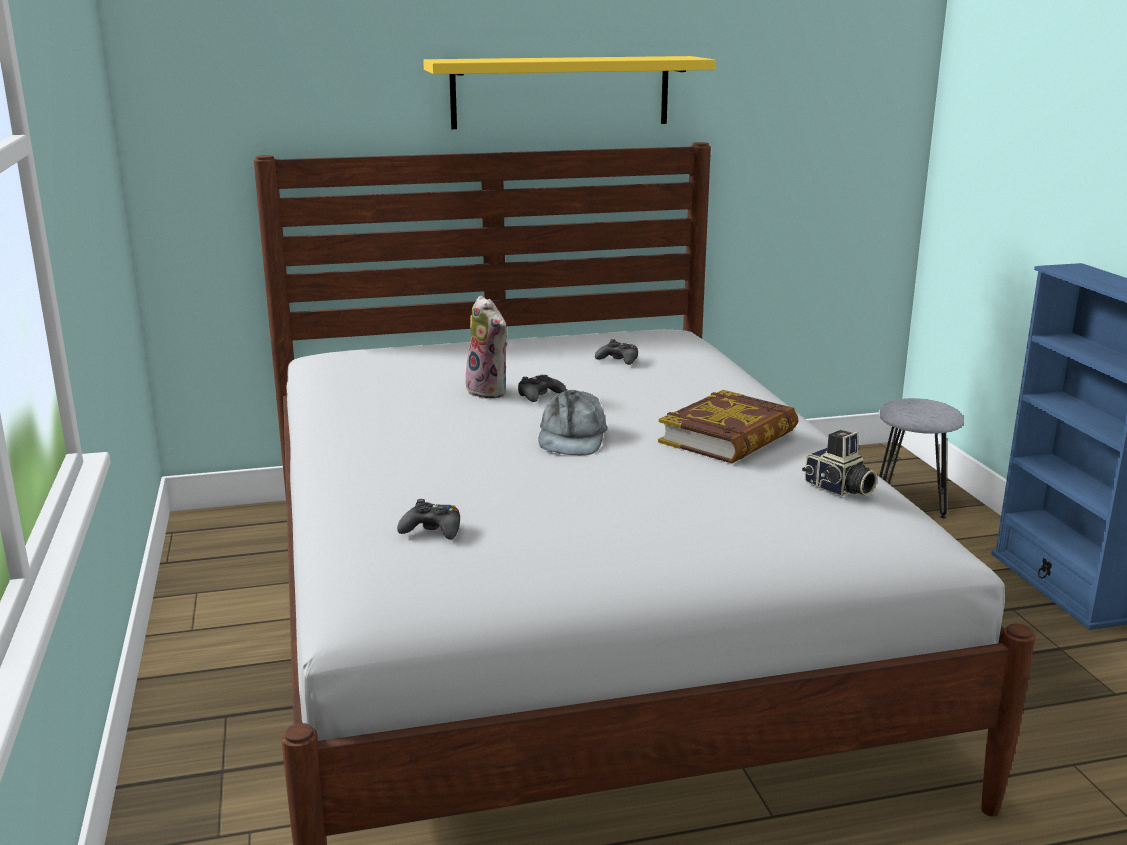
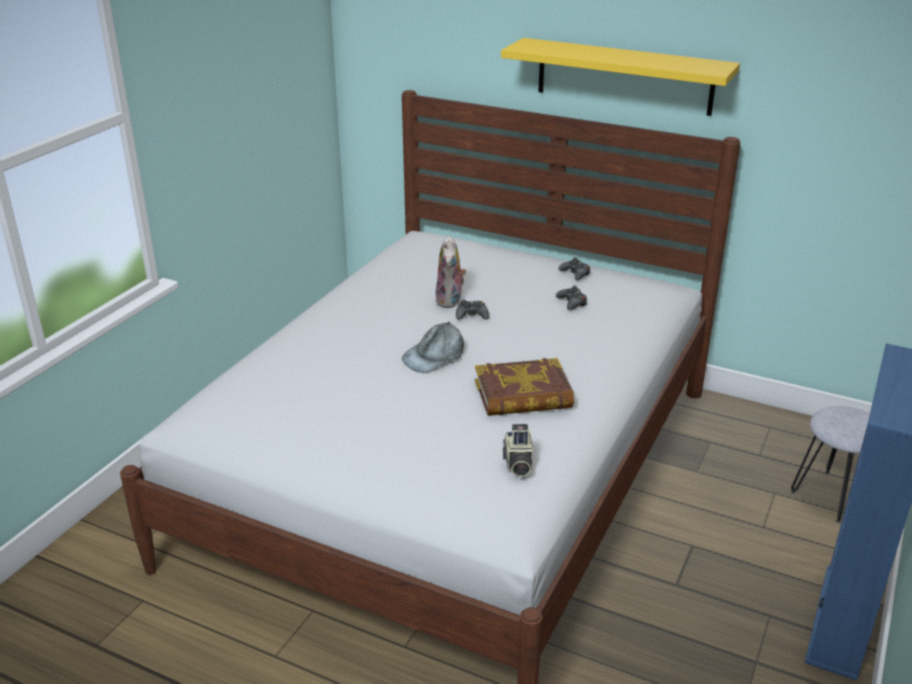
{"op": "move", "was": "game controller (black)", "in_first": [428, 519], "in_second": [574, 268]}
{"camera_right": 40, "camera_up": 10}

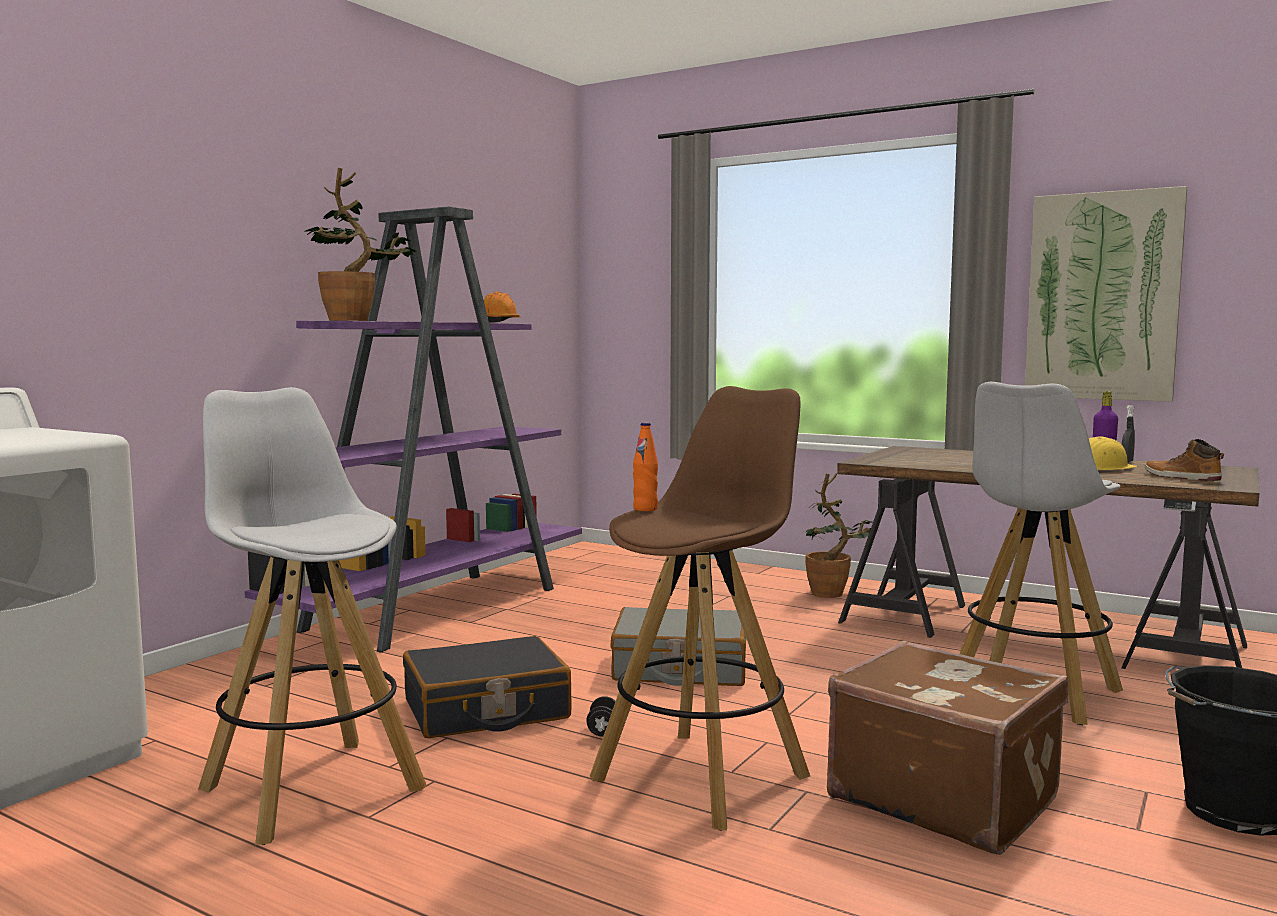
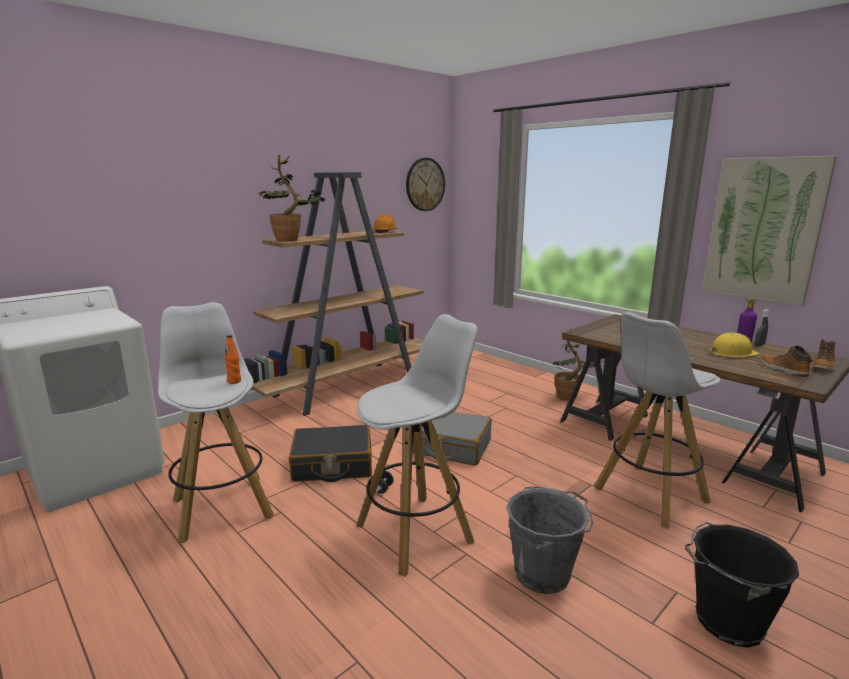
{"op": "recolor", "was": "bookcase (purple)", "now": "bookcase (brown)", "in_first": [413, 429], "in_second": [334, 294]}
{"op": "recolor", "was": "stool (brown)", "now": "stool (white)", "in_first": [700, 608], "in_second": [417, 445]}
{"op": "move", "was": "bottle (orange)", "in_first": [645, 466], "in_second": [232, 359]}
{"op": "replace", "was": "suitcase (brown)", "now": "bucket (grey)", "in_first": [948, 748], "in_second": [549, 540]}
{"op": "insert", "now": "wall clock", "in_second": [425, 184]}
{"op": "insert", "now": "boot", "in_second": [824, 355]}
{"camera_right": 15, "camera_up": 10}

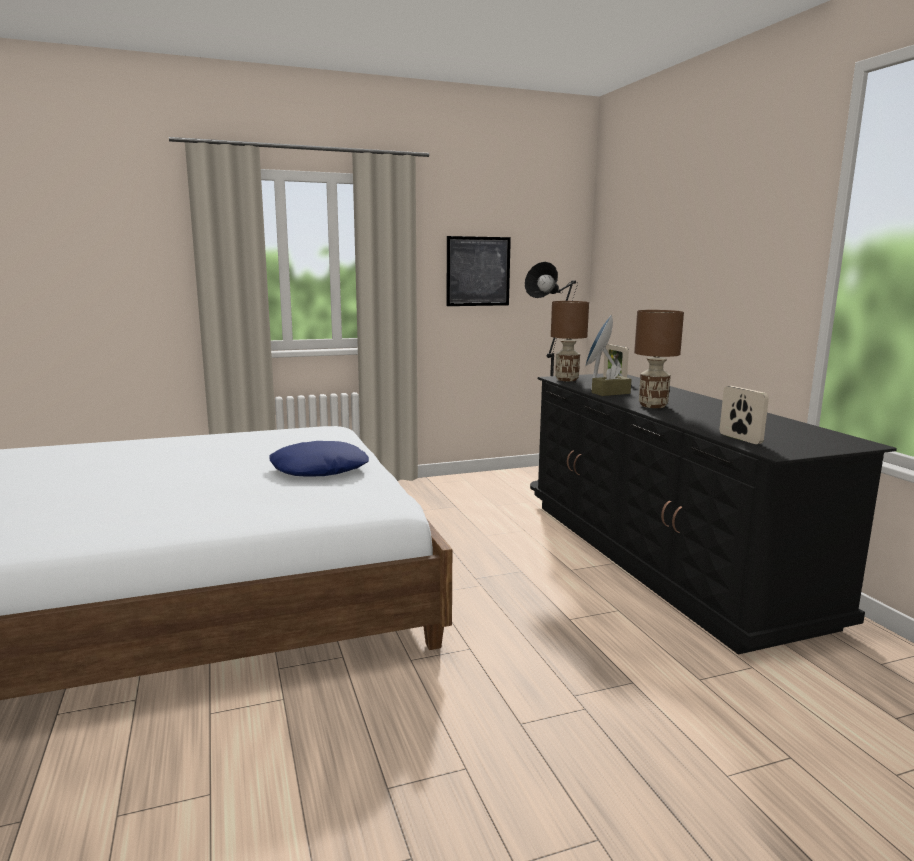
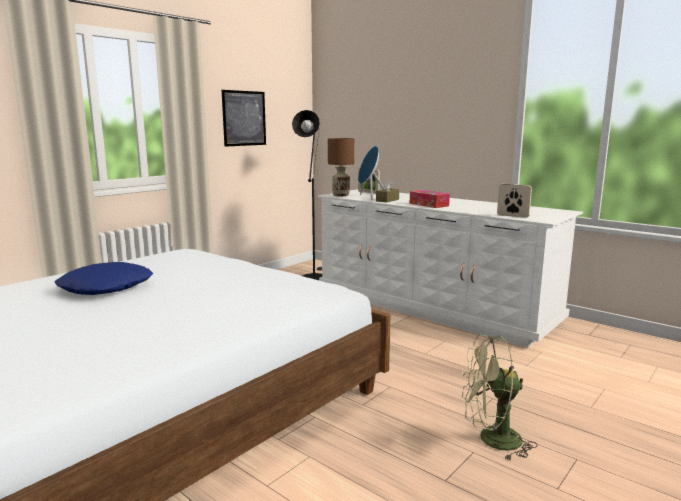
{"op": "replace", "was": "table lamp (brown)", "now": "tissue box", "in_first": [659, 359], "in_second": [430, 199]}
{"op": "recolor", "was": "dresser (black)", "now": "dresser (white)", "in_first": [715, 514], "in_second": [450, 268]}
{"op": "move", "was": "pillow (blue)", "in_first": [319, 459], "in_second": [103, 278]}
{"op": "insert", "now": "fan (green)", "in_second": [499, 398]}
{"camera_right": -30, "camera_up": 0}

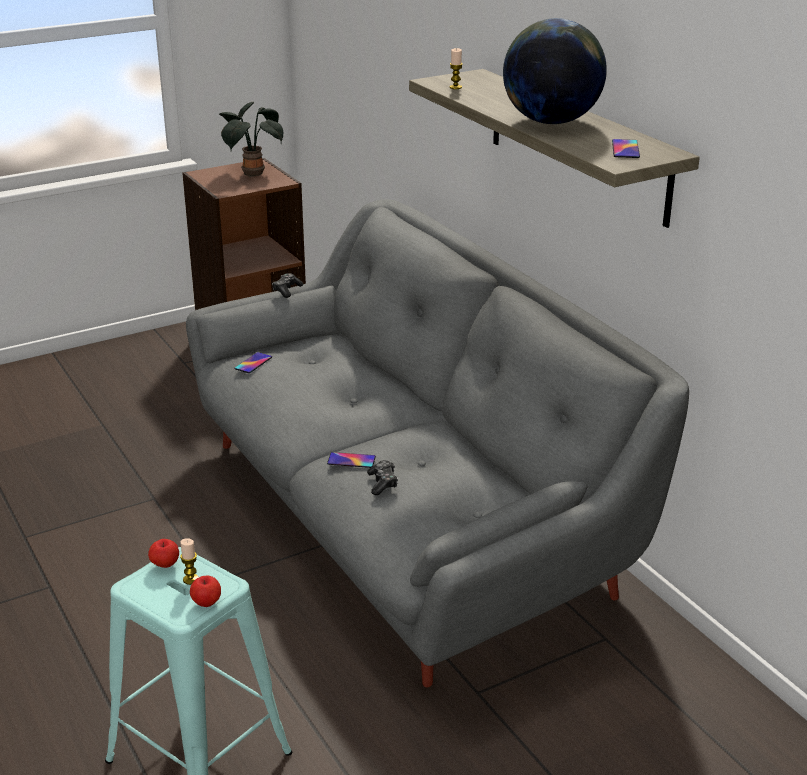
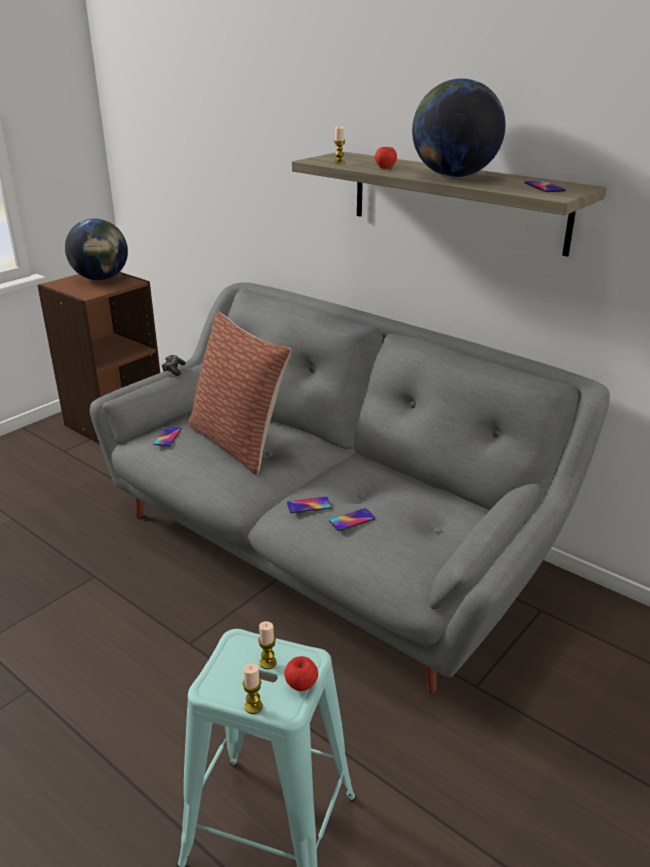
{"op": "replace", "was": "potted plant", "now": "globe", "in_first": [251, 139], "in_second": [96, 249]}
{"op": "replace", "was": "game controller", "now": "phone", "in_first": [382, 477], "in_second": [352, 519]}
{"op": "move", "was": "apple", "in_first": [163, 553], "in_second": [386, 157]}
{"op": "insert", "now": "pillow", "in_second": [239, 393]}
{"op": "insert", "now": "candle", "in_second": [253, 689]}
{"camera_right": -20, "camera_up": 0}

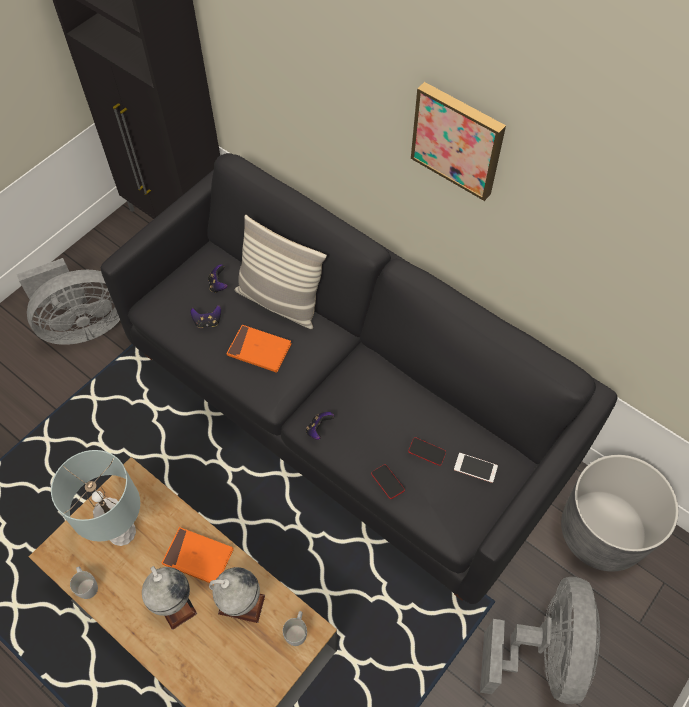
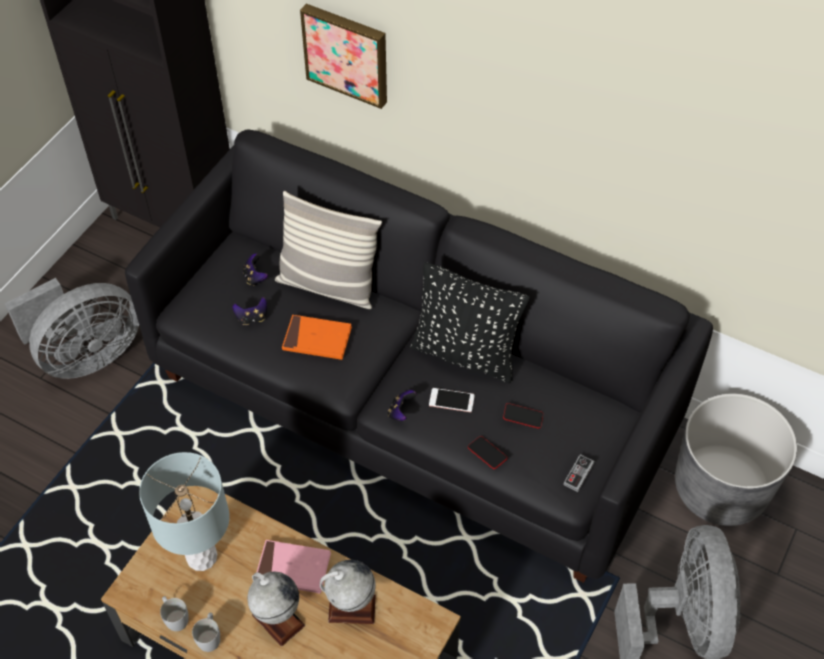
{"op": "move", "was": "picture", "in_first": [458, 141], "in_second": [343, 56]}
{"op": "move", "was": "phone", "in_first": [476, 468], "in_second": [452, 400]}
{"op": "recolor", "was": "book (orange)", "now": "book (pink)", "in_first": [198, 556], "in_second": [294, 567]}
{"op": "move", "was": "mug (white)", "in_first": [295, 628], "in_second": [206, 632]}
{"op": "insert", "now": "pillow (black)", "in_second": [470, 322]}
{"op": "insert", "now": "game controller", "in_second": [578, 473]}
{"camera_right": -10, "camera_up": -5}

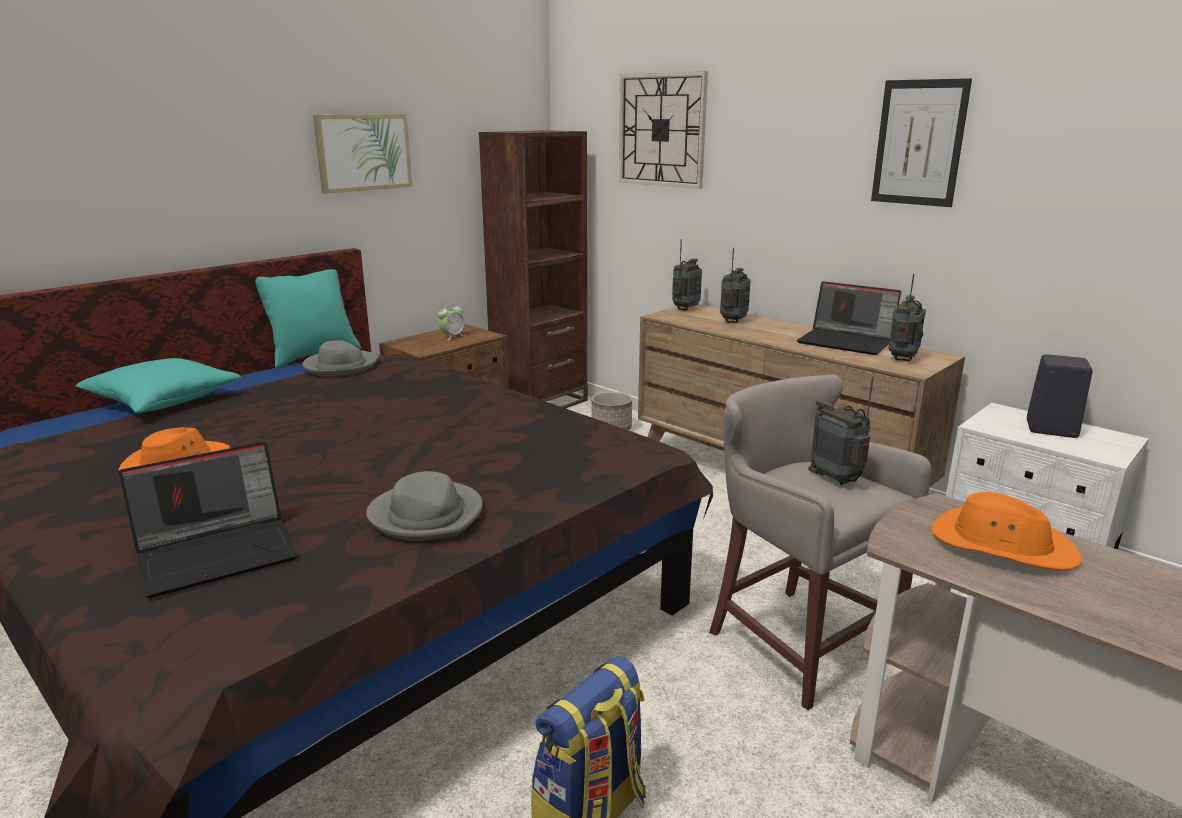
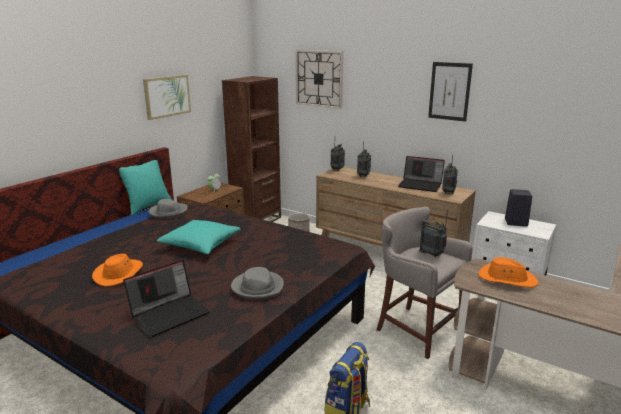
{"op": "move", "was": "pillow (turquoise)", "in_first": [158, 386], "in_second": [198, 237]}
{"camera_right": -10, "camera_up": 0}

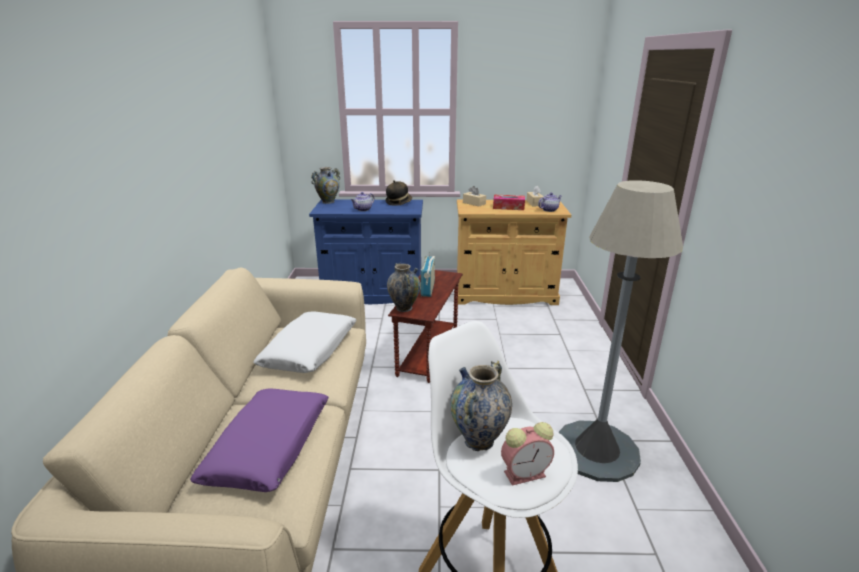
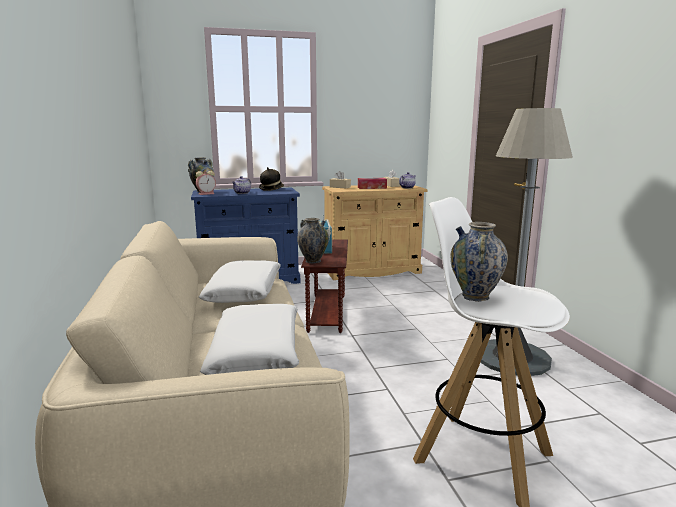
{"op": "recolor", "was": "pillow (purple)", "now": "pillow (white)", "in_first": [259, 440], "in_second": [249, 339]}
{"op": "move", "was": "alarm clock", "in_first": [527, 454], "in_second": [206, 183]}
{"camera_right": -15, "camera_up": -10}

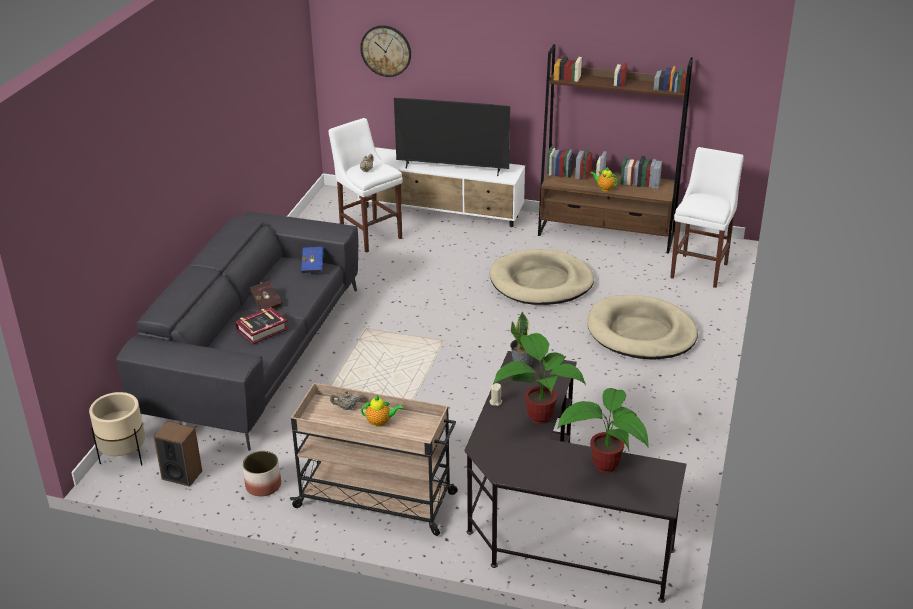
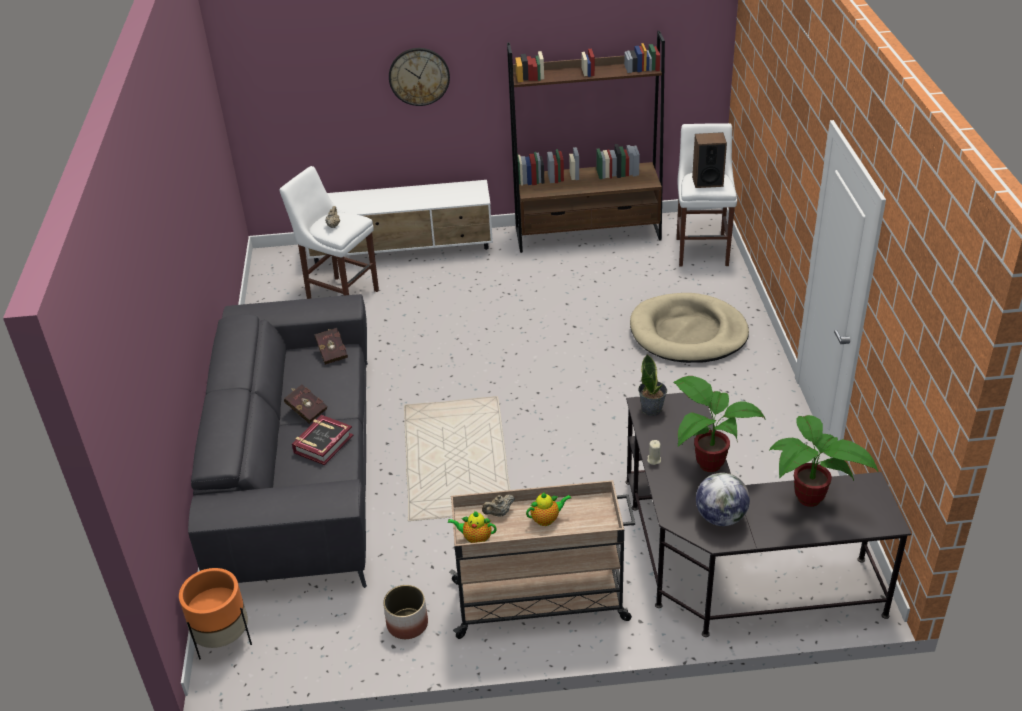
{"op": "move", "was": "wall clock", "in_first": [385, 51], "in_second": [419, 77]}
{"op": "delete", "was": "television", "in_first": [452, 137]}
{"op": "move", "was": "teapot", "in_first": [604, 179], "in_second": [472, 527]}
{"op": "recolor", "was": "book (blue)", "now": "book (red)", "in_first": [312, 260], "in_second": [331, 346]}
{"op": "delete", "was": "dog bed (beige)", "in_first": [542, 277]}
{"op": "recolor", "was": "planter (beige)", "now": "planter (orange)", "in_first": [117, 428], "in_second": [215, 613]}
{"op": "move", "was": "speaker", "in_first": [177, 454], "in_second": [709, 160]}
{"op": "insert", "now": "globe", "in_second": [723, 499]}
{"camera_right": -20, "camera_up": 5}

